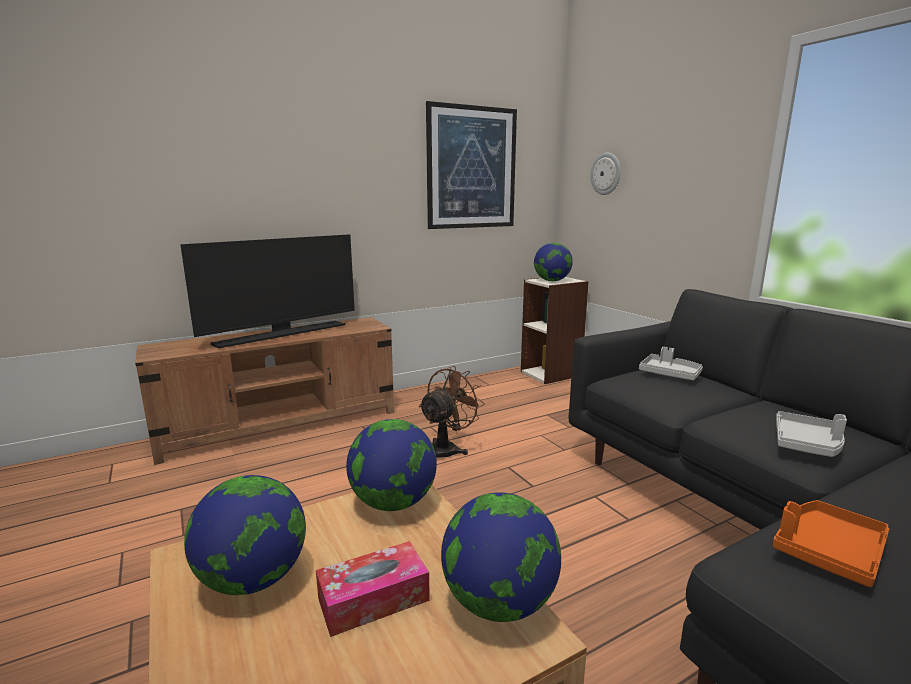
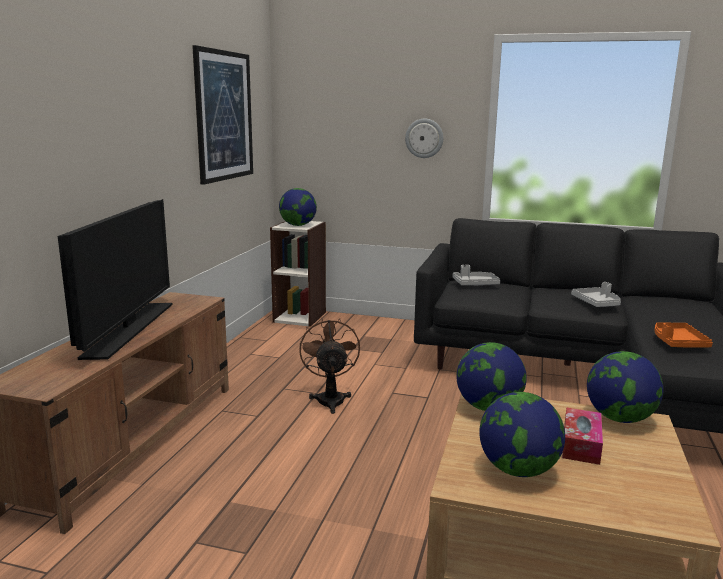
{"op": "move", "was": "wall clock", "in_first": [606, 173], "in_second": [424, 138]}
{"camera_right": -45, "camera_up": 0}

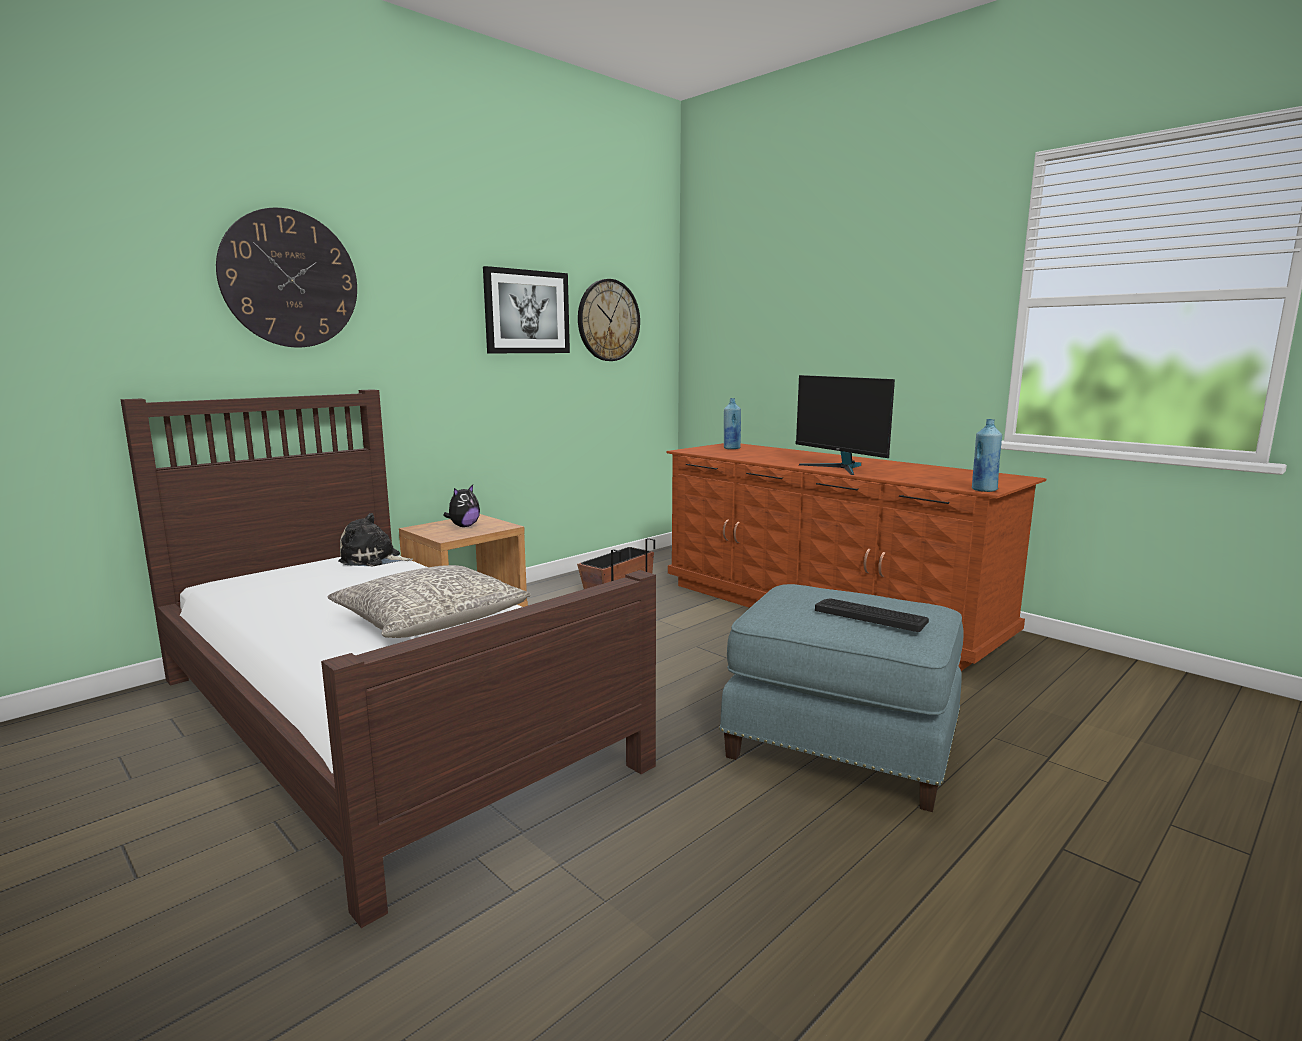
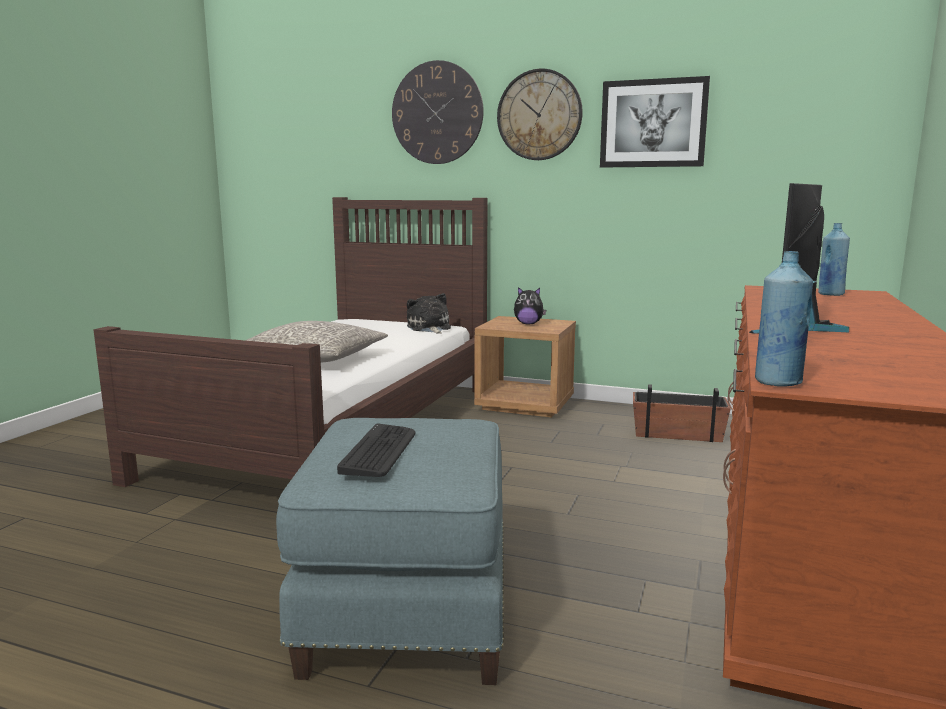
{"op": "move", "was": "wall clock", "in_first": [609, 320], "in_second": [540, 114]}
{"camera_right": 65, "camera_up": 0}

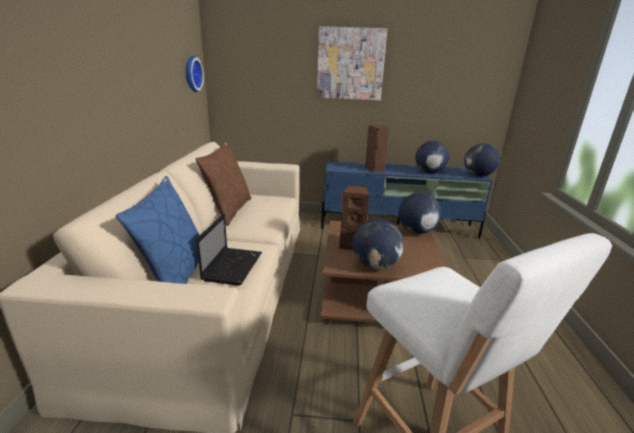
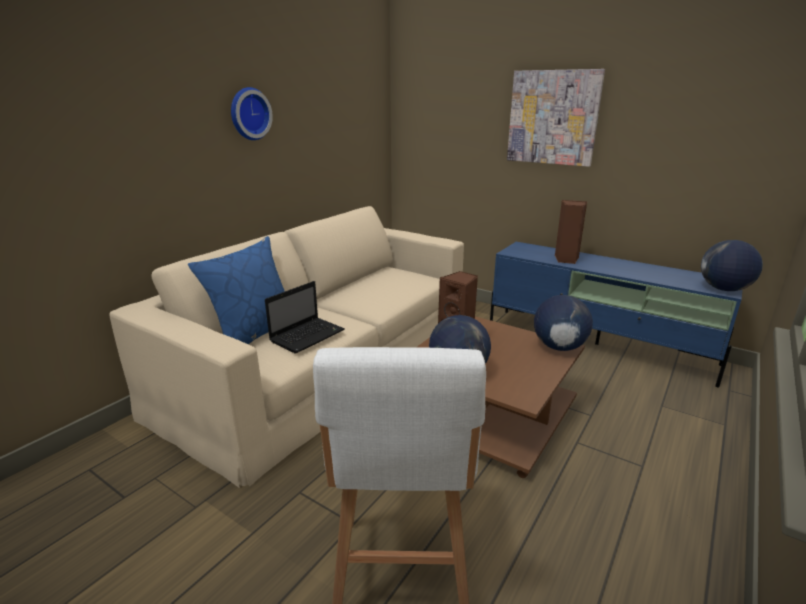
{"op": "move", "was": "wall clock", "in_first": [195, 74], "in_second": [252, 113]}
{"op": "delete", "was": "pillow (brown)", "in_first": [223, 183]}
{"op": "delete", "was": "globe", "in_first": [432, 157]}
{"camera_right": 30, "camera_up": 0}

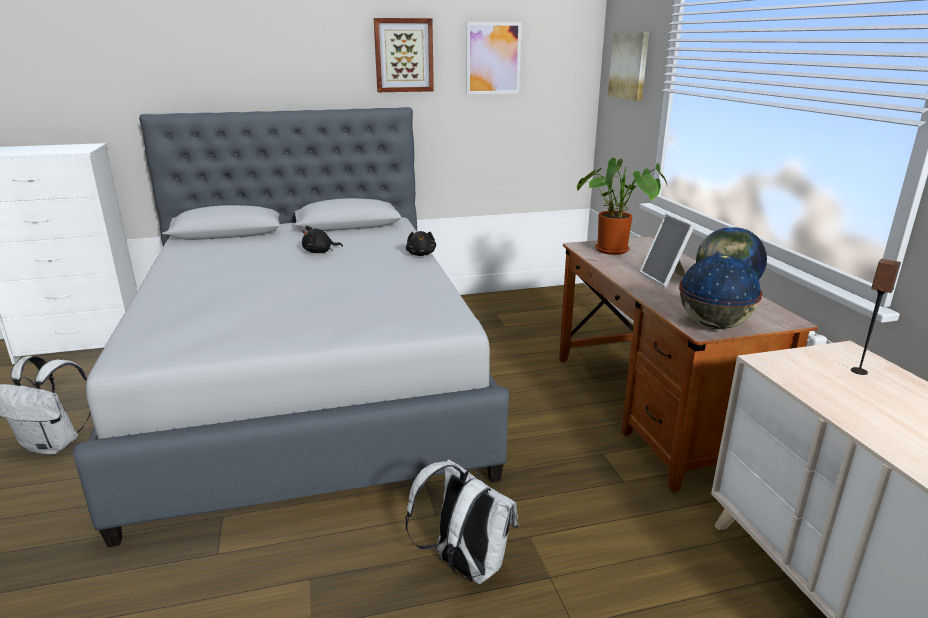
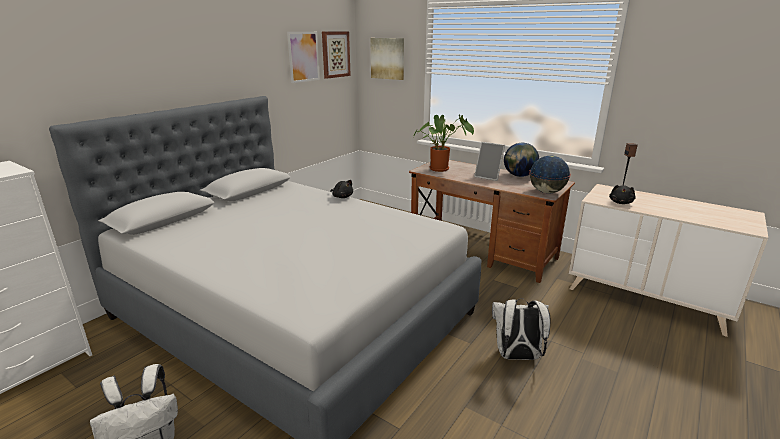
{"op": "move", "was": "picture", "in_first": [404, 55], "in_second": [336, 55]}
{"op": "move", "was": "plush toy (black)", "in_first": [322, 239], "in_second": [622, 194]}
{"camera_right": -40, "camera_up": 0}

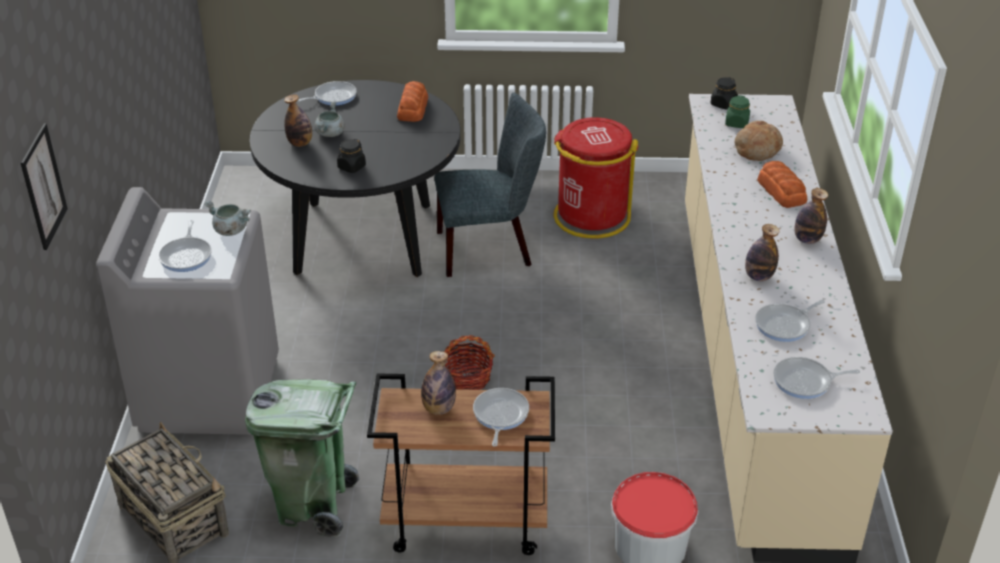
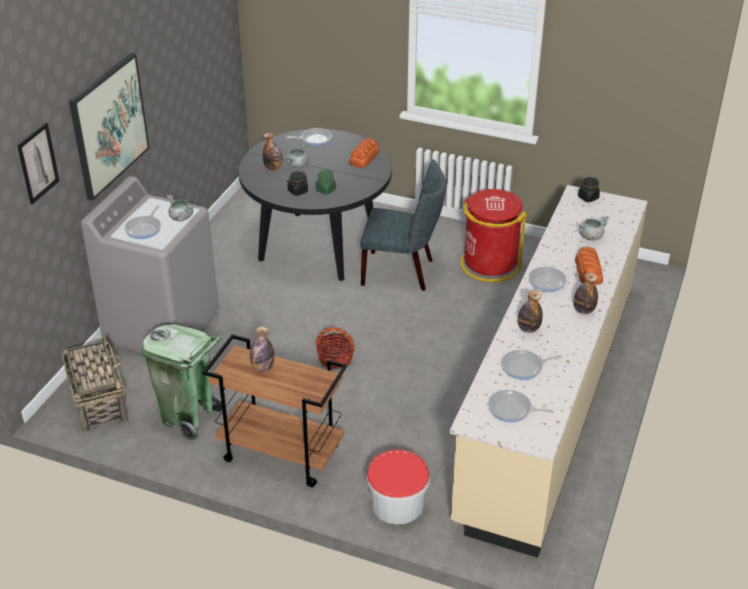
{"op": "move", "was": "jar (green)", "in_first": [737, 111], "in_second": [325, 182]}
{"op": "replace", "was": "bread", "now": "cooking pot (grey)", "in_first": [759, 141], "in_second": [594, 228]}
{"op": "move", "was": "frying pan", "in_first": [501, 417], "in_second": [548, 279]}
{"op": "insert", "now": "picture", "in_second": [109, 127]}
{"camera_right": 20, "camera_up": 0}

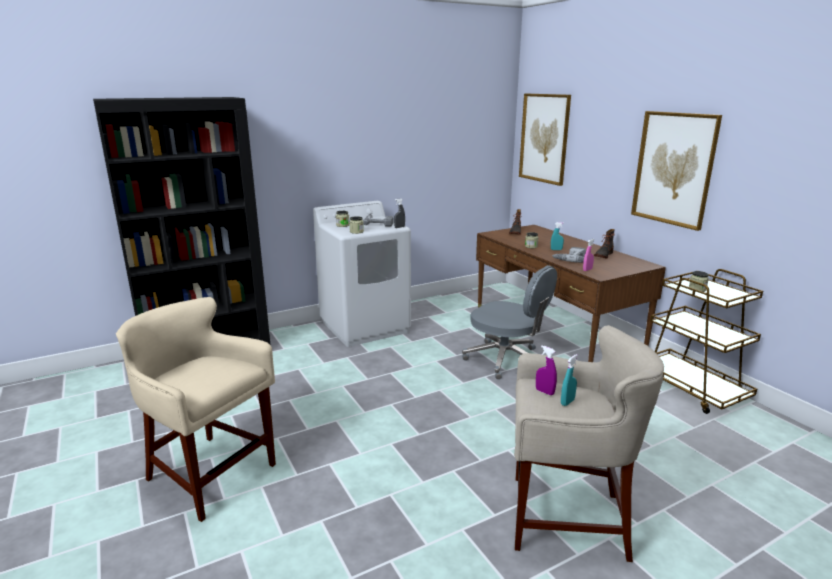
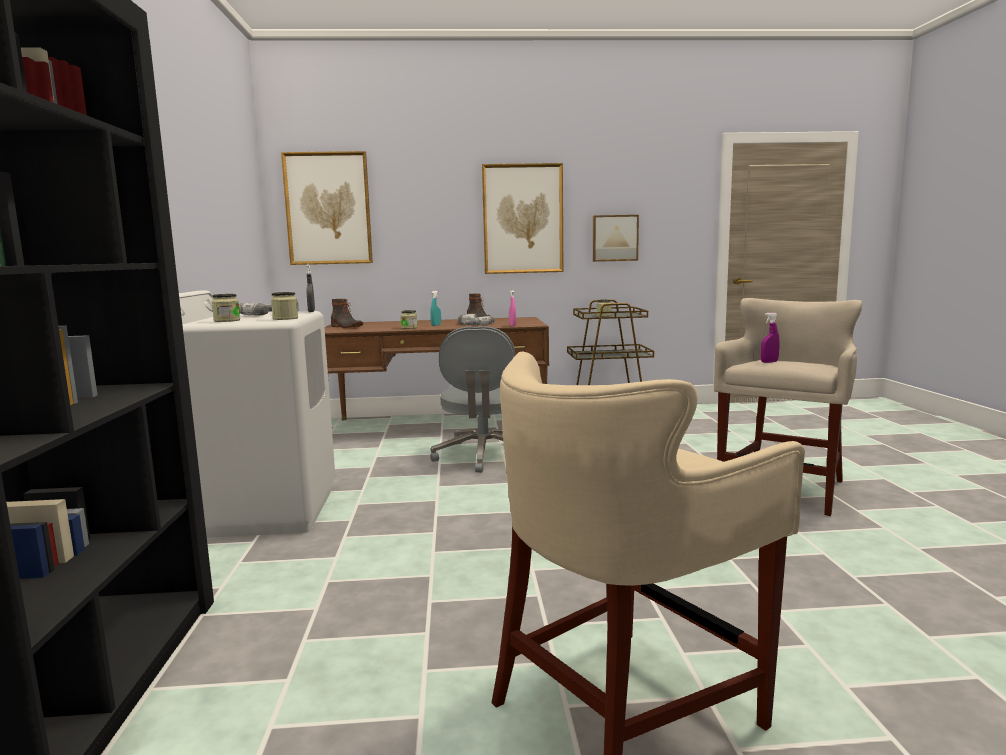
{"op": "rotate", "was": "office chair (grey)", "in_first": [509, 322], "in_second": [472, 399], "clockwise": 120}
{"op": "delete", "was": "spray bottle (turquoise)", "in_first": [569, 380]}
{"op": "insert", "now": "picture", "in_second": [616, 238]}
{"camera_right": -65, "camera_up": -10}

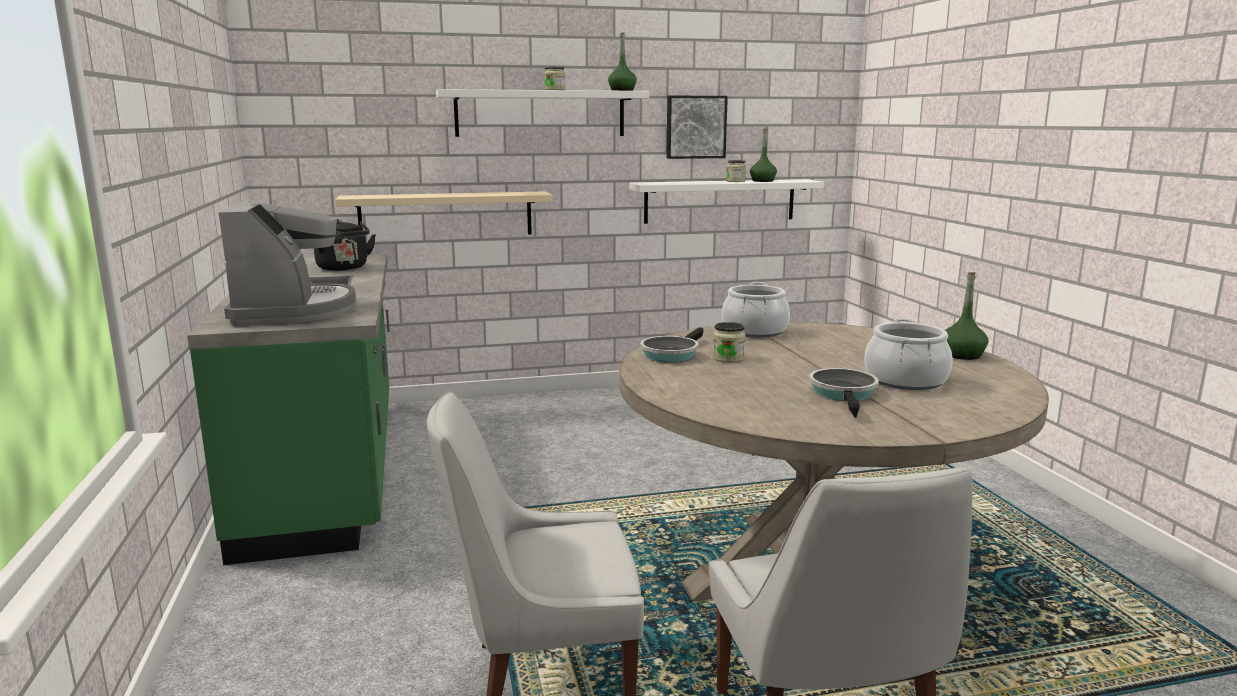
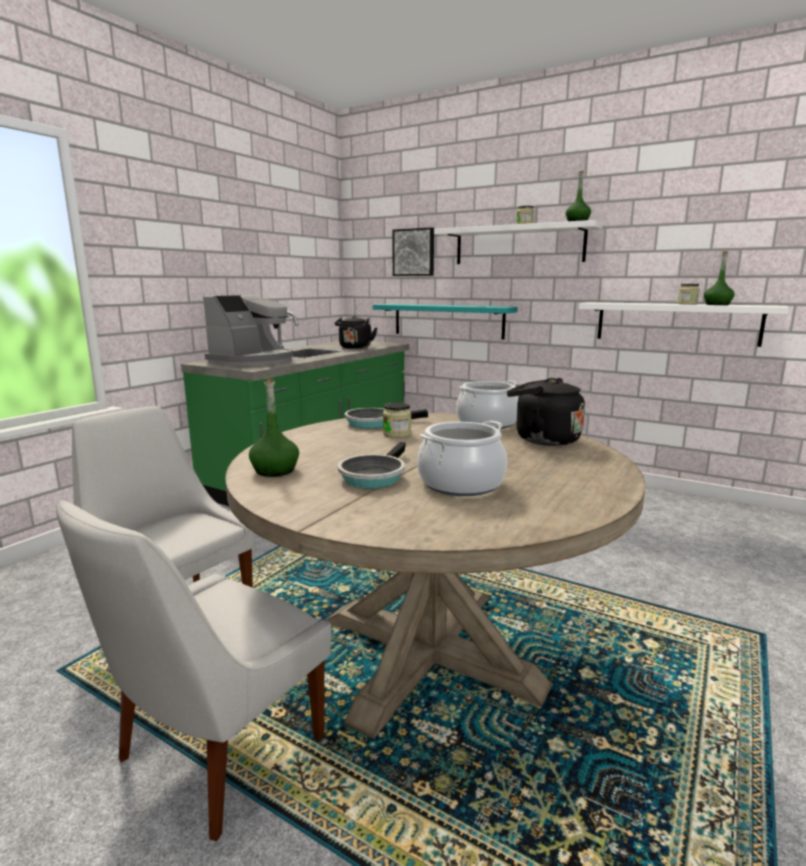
{"op": "move", "was": "picture", "in_first": [697, 127], "in_second": [413, 251]}
{"op": "recolor", "was": "shelf (beige)", "now": "shelf (turquoise)", "in_first": [443, 212], "in_second": [445, 322]}
{"op": "move", "was": "bottle (green)", "in_first": [966, 316], "in_second": [274, 428]}
{"op": "rotate", "was": "frying pan", "in_first": [844, 393], "in_second": [372, 465], "clockwise": 150}
{"op": "insert", "now": "kettle (black)", "in_second": [546, 412]}
{"camera_right": 45, "camera_up": 0}

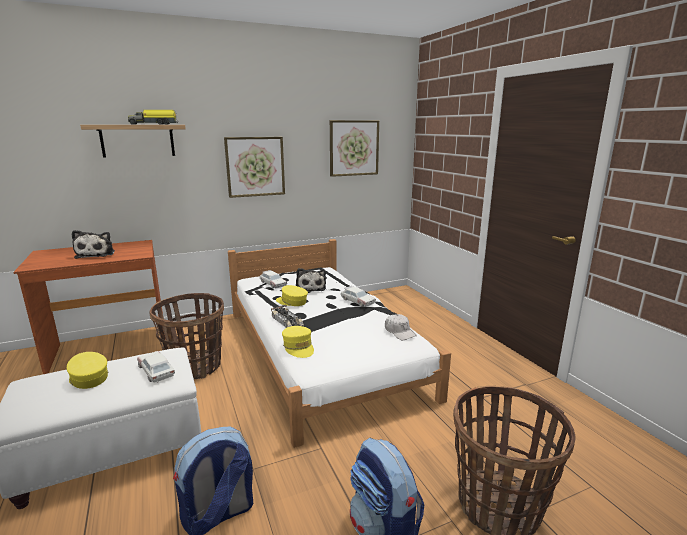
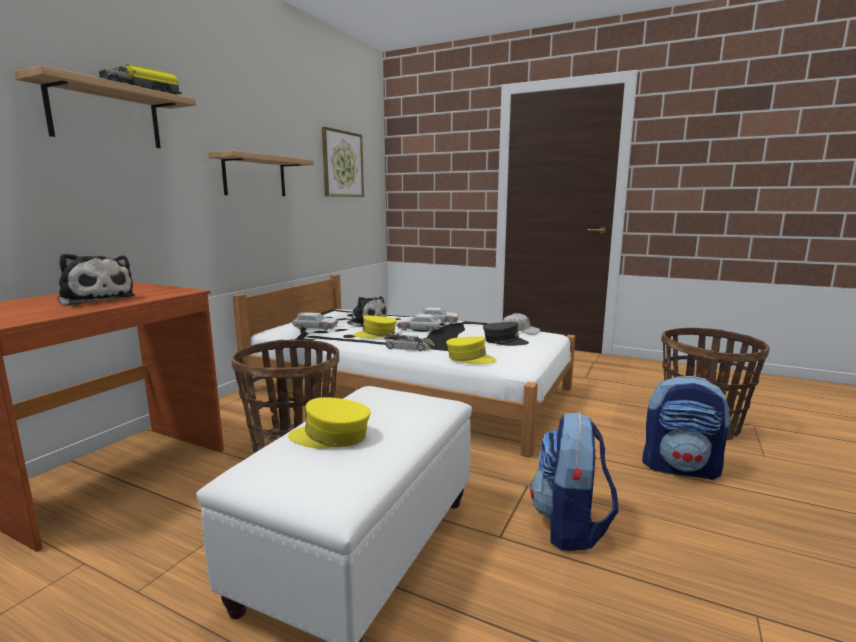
{"op": "replace", "was": "picture", "now": "shelf", "in_first": [254, 167], "in_second": [261, 173]}
{"op": "move", "was": "toy car", "in_first": [156, 367], "in_second": [419, 322]}
{"op": "insert", "now": "cap (grey)", "in_second": [506, 334]}
{"camera_right": -40, "camera_up": -5}

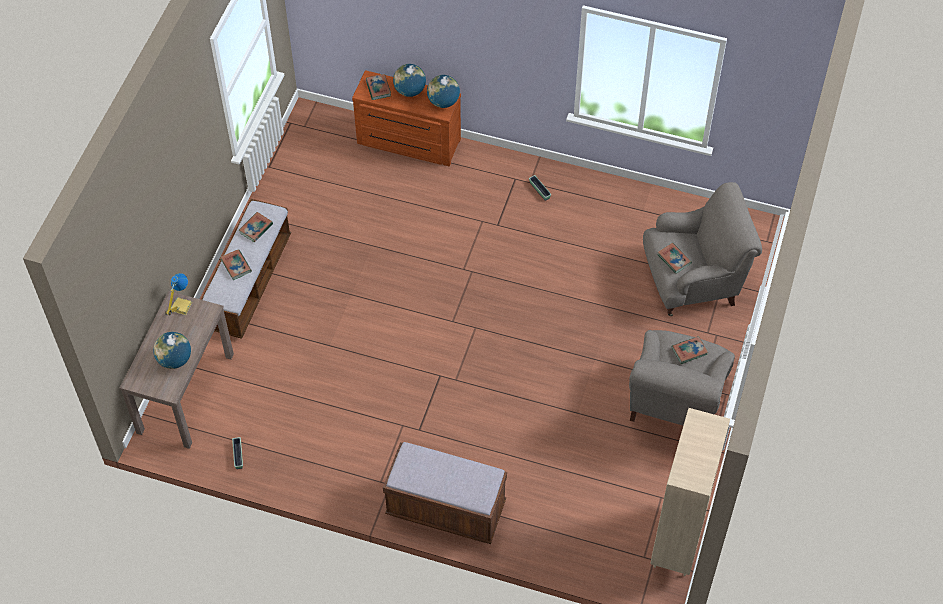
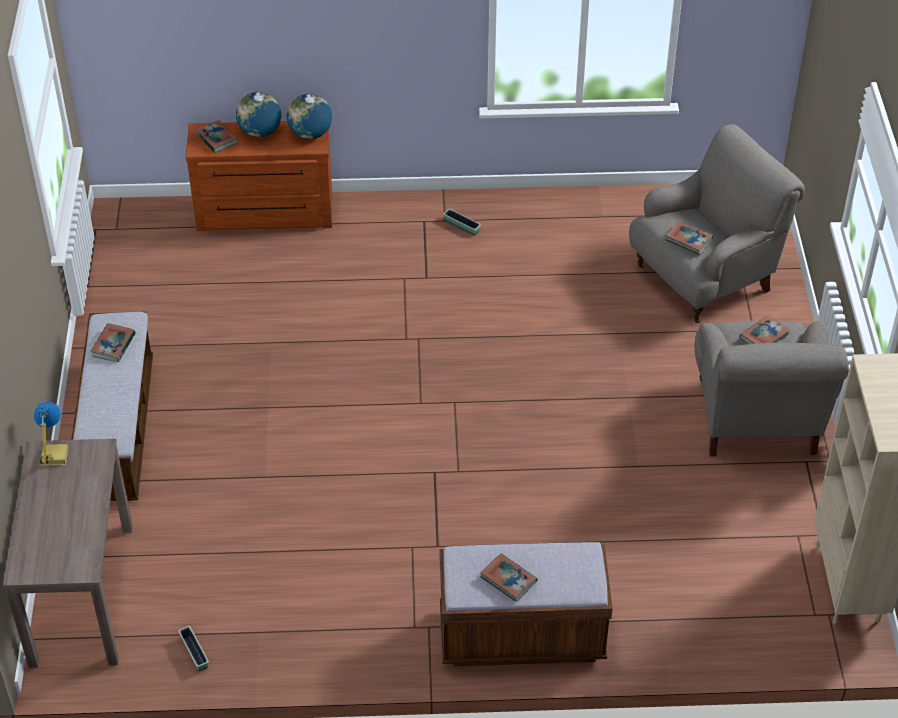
{"op": "move", "was": "book", "in_first": [236, 264], "in_second": [509, 578]}
{"op": "delete", "was": "globe", "in_first": [172, 350]}
{"camera_right": -20, "camera_up": -10}

